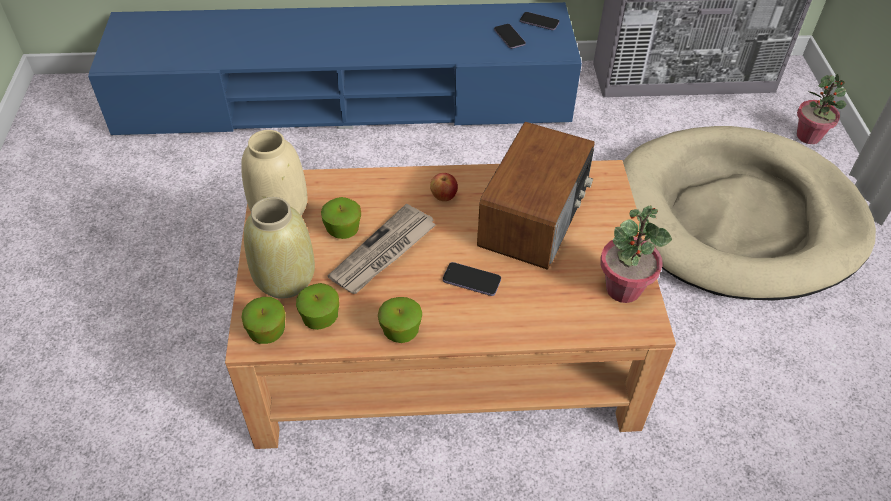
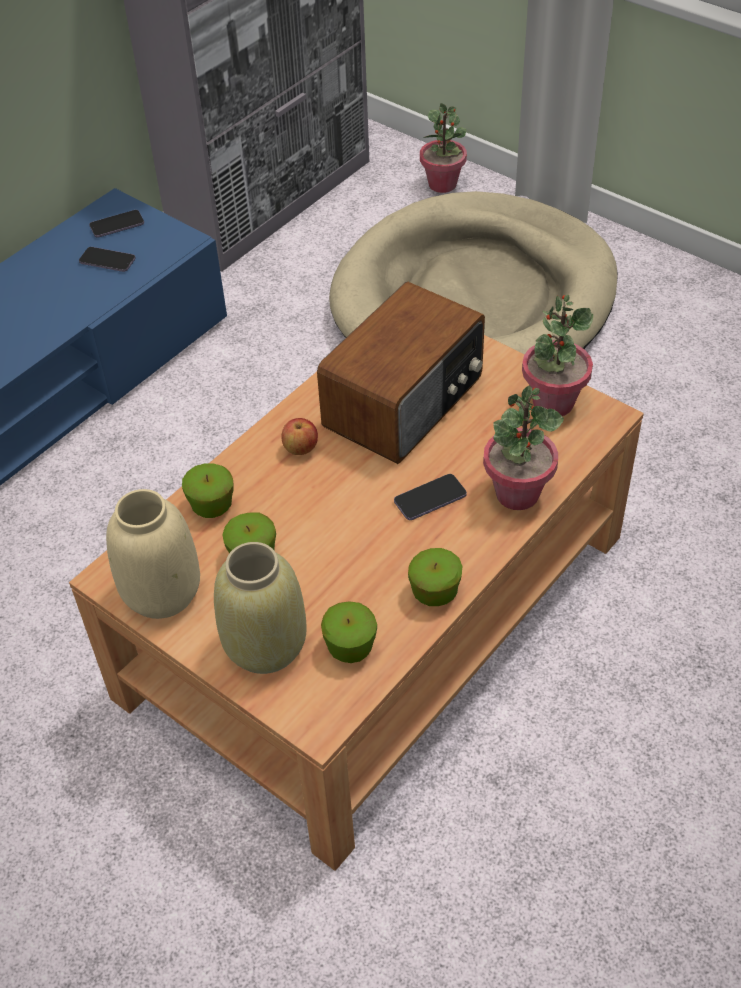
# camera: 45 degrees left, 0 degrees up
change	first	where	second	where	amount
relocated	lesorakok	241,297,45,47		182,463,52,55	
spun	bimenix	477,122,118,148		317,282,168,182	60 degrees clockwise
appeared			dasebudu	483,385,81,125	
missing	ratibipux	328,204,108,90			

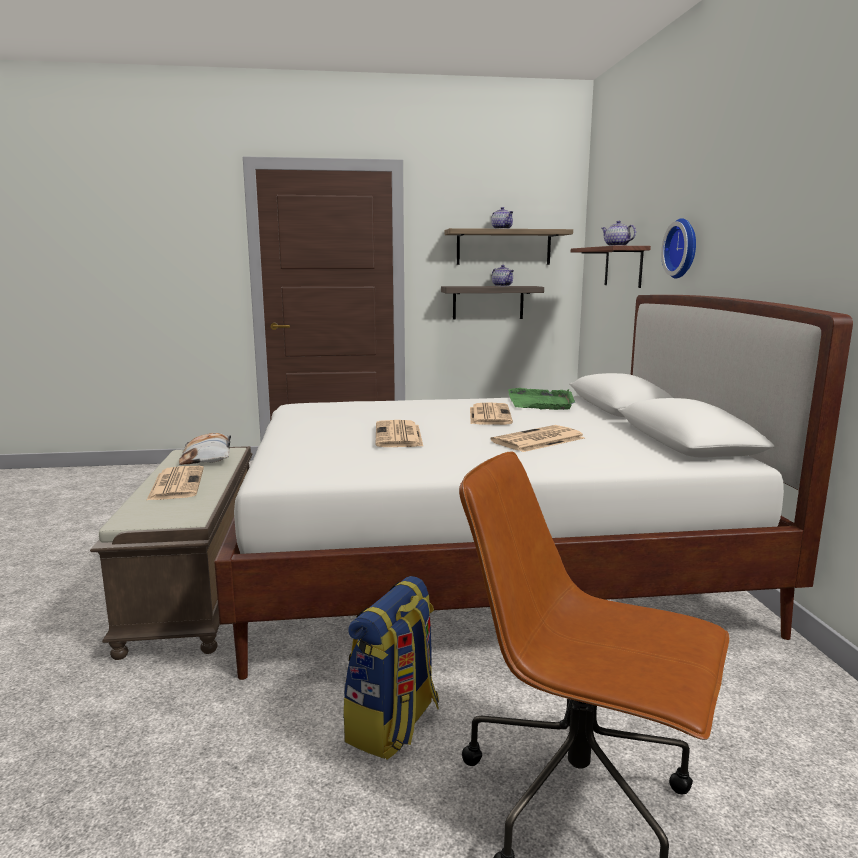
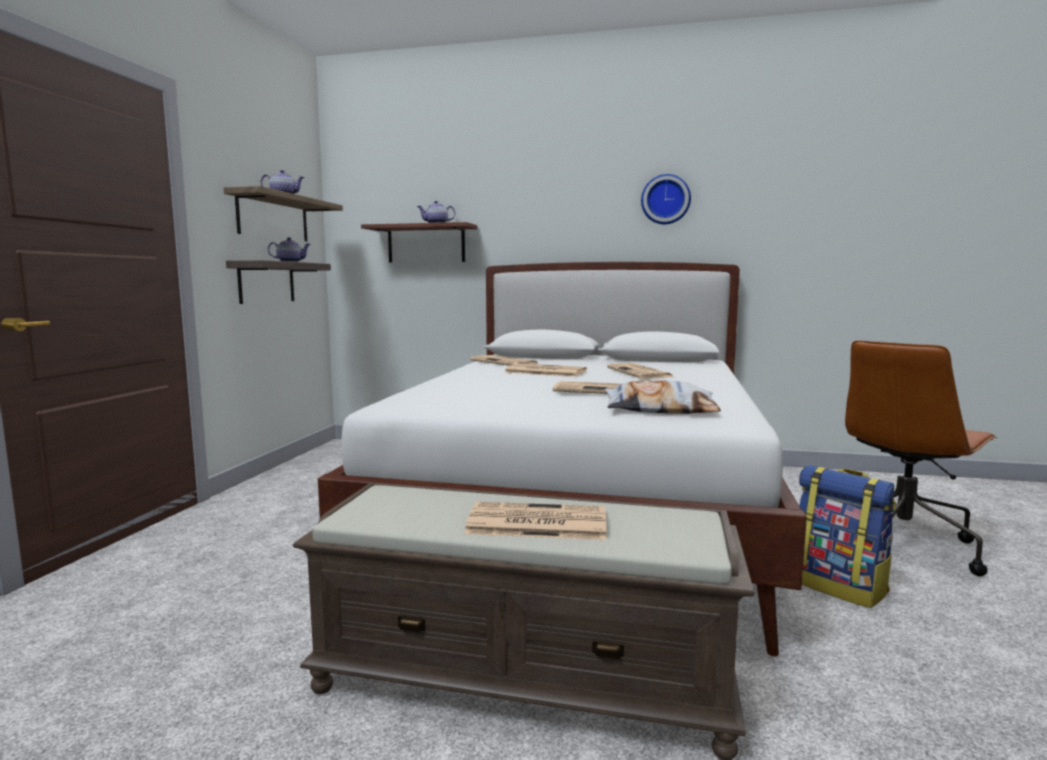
# camera: 70 degrees left, 5 degrees down
change	first	where	second	where	amount
exchanged	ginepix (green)	508,388,67,22	ratibipux	470,355,68,11	
relocated	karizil	179,433,52,32		605,381,116,33	
relocated	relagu	661,218,35,61		641,174,50,50	

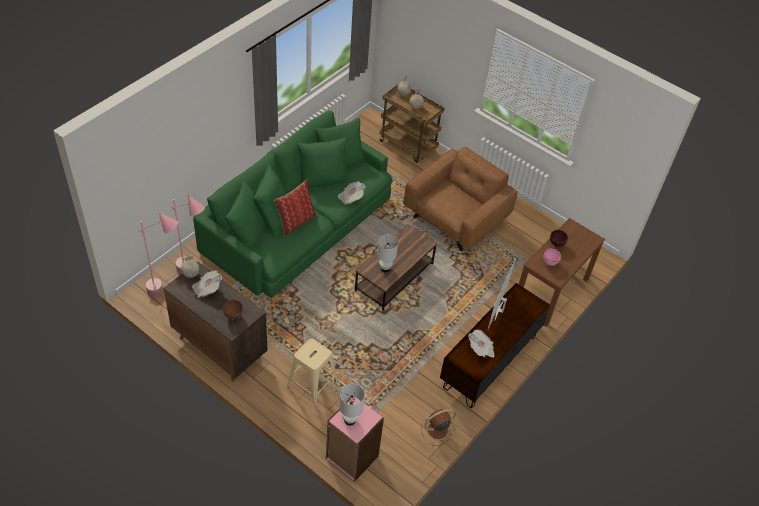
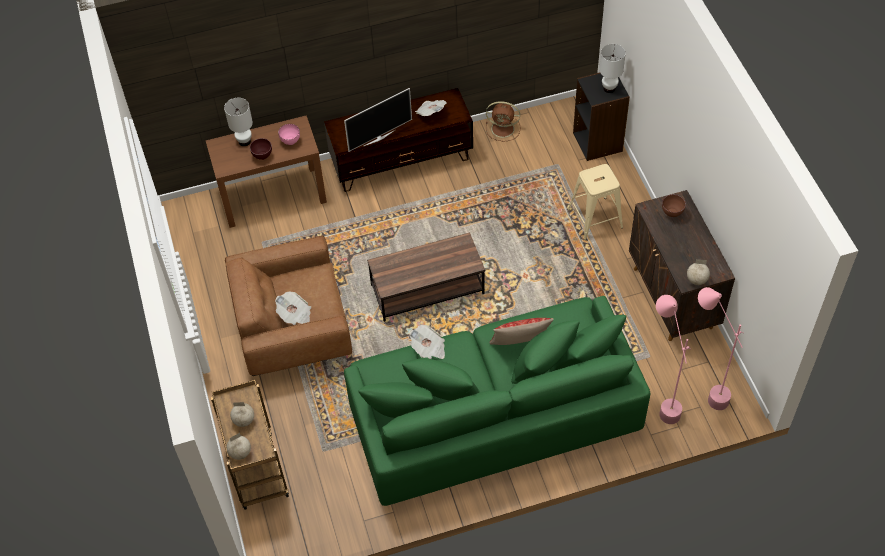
# camera: 140 degrees left, 5 degrees up
change	first	where	second	where	amount
relocated	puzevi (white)	377,234,21,38		224,98,29,48	
relocated	ratibipux	192,270,30,28		275,292,36,33	
colour	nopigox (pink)	326,397,58,85	nopigox (black)	573,72,57,89	

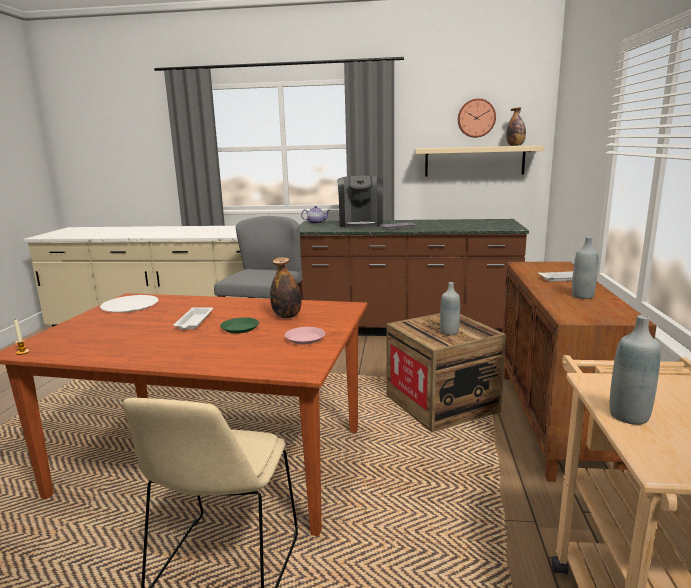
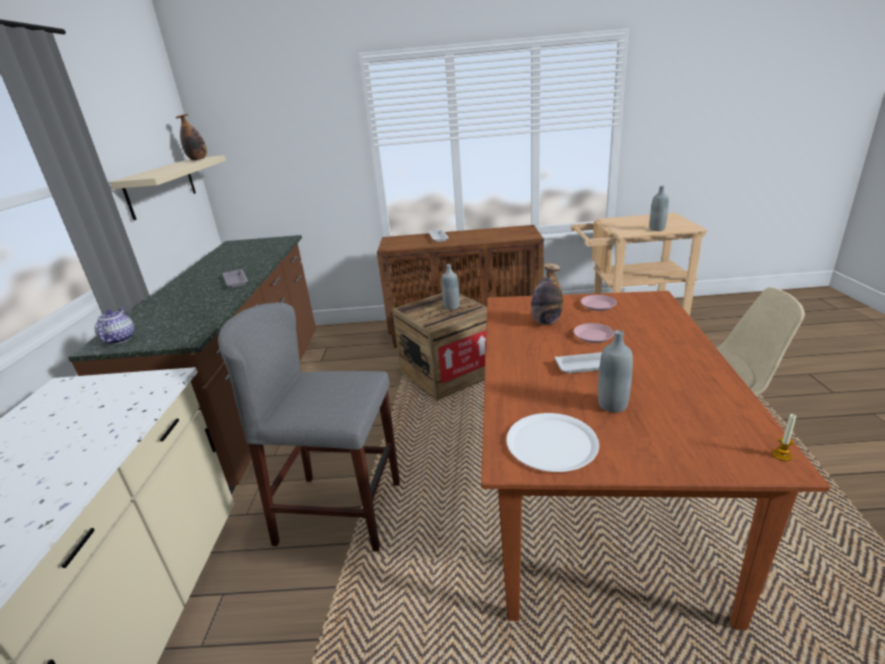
# camera: 95 degrees left, 10 degrees up
change	first	where	second	where	amount
colour	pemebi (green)	220,317,39,17	pemebi (pink)	573,323,41,20	
relocated	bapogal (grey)	572,237,27,62		598,330,35,83	
missing	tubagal	337,175,46,53			
missing	relagu	458,98,38,40			

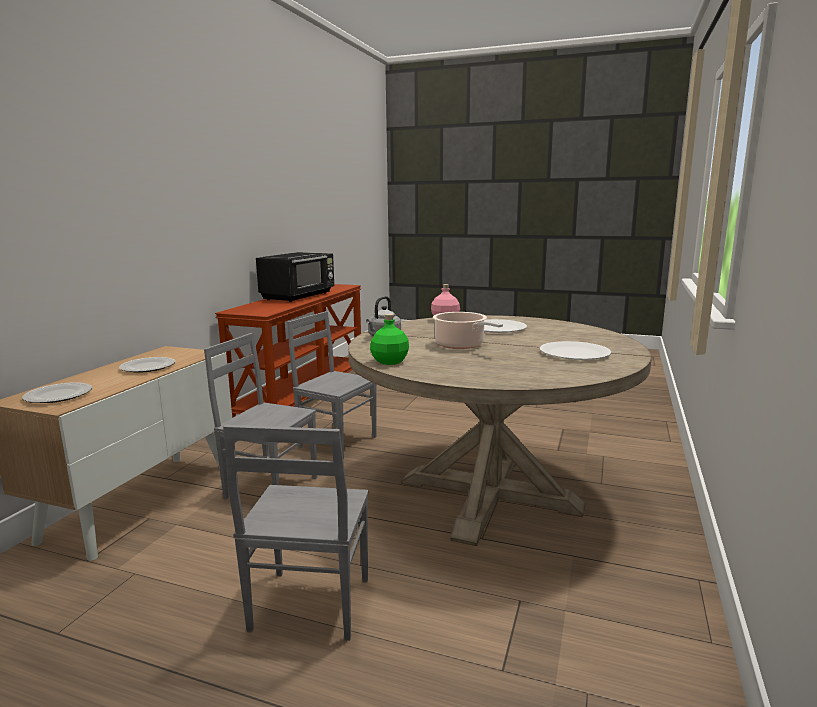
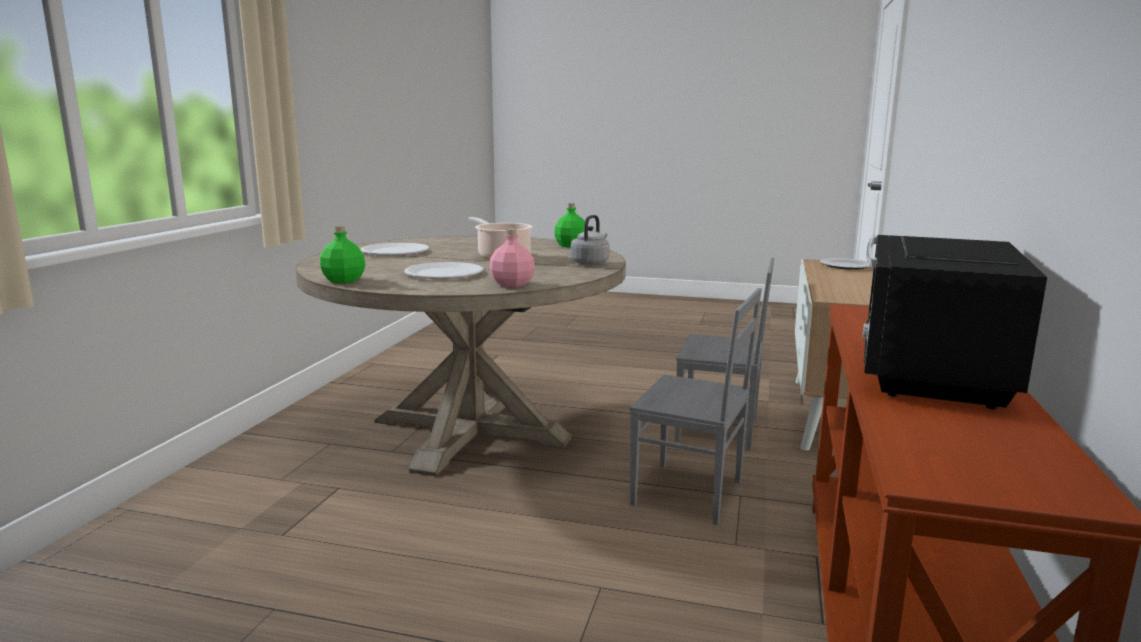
# camera: 175 degrees right, 0 degrees up
change	first	where	second	where	amount
appeared			bapogal (green)	320,225,45,58	
missing	pemebi	119,357,56,16			
missing	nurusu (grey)	223,425,146,216			

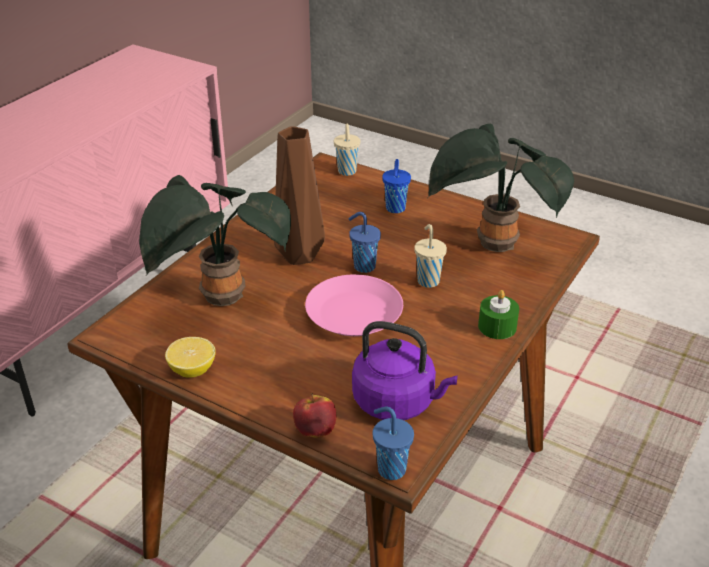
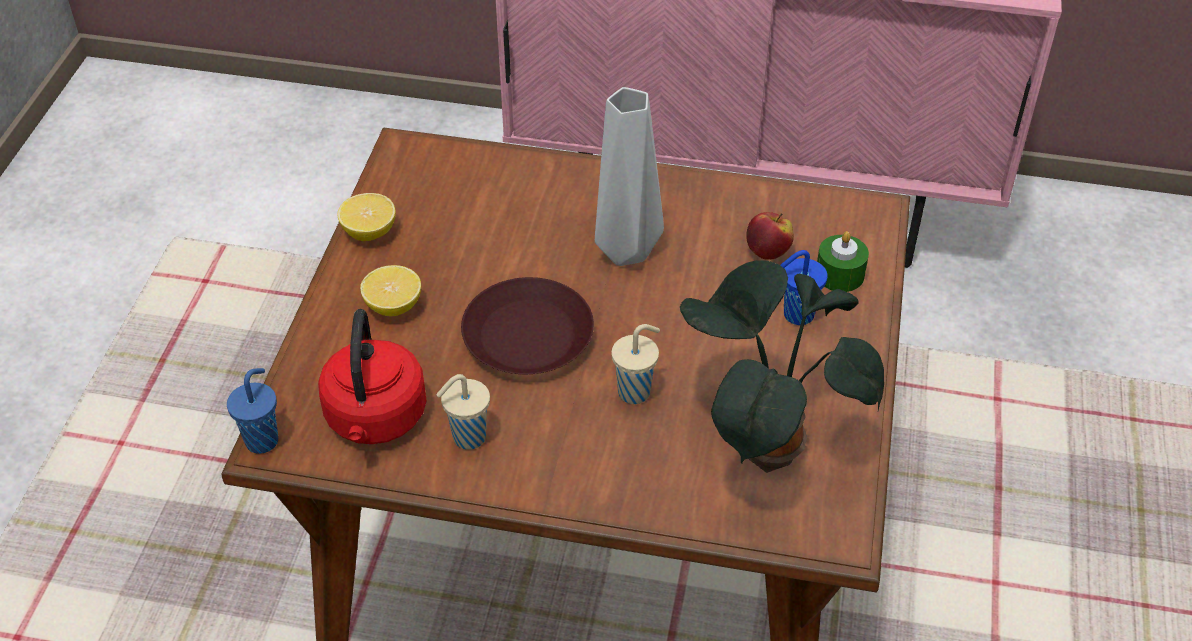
# camera: 70 degrees right, 10 degrees up
change	first	where	second	where	amount
colour	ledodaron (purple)	352,321,106,99	ledodaron (red)	318,309,109,135	
appeared			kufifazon	360,265,61,51	
relocated	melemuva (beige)	334,124,26,52		436,374,54,76	
colour	pemebi (pink)	305,274,98,62	pemebi (brown)	461,277,133,97	
colour	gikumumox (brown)	274,126,51,139	gikumumox (grey)	595,87,69,179	
relocated	lesorakok	293,393,44,45		746,212,48,48	
relocated	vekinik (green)	478,290,41,49		817,231,52,61	
missing	dasebudu	139,175,152,131			
missing	melemuva (blue)	349,212,32,61			

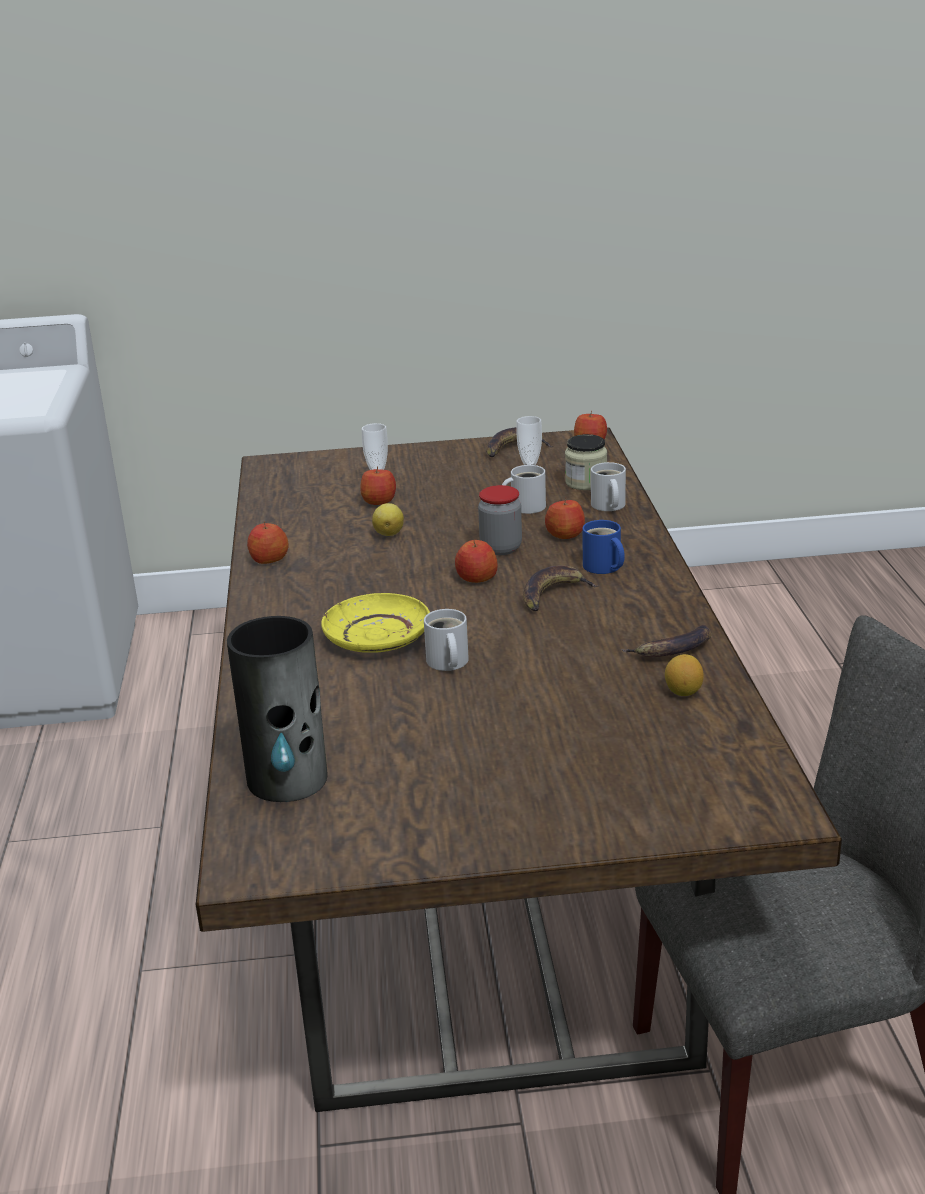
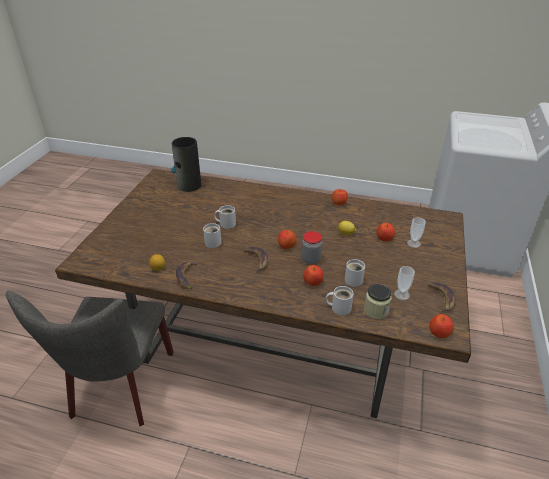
# camera: 110 degrees right, 10 degrees up
change	first	where	second	where	amount
appeared			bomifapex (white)	203,223,18,25	
missing	pemebi (yellow)	321,593,109,60			
missing	bomifapex (blue)	583,520,42,54			

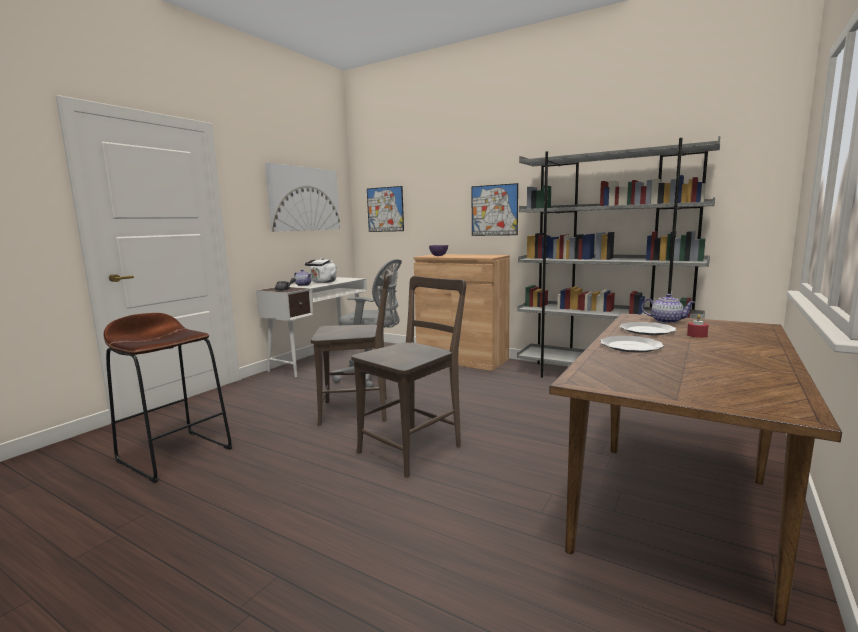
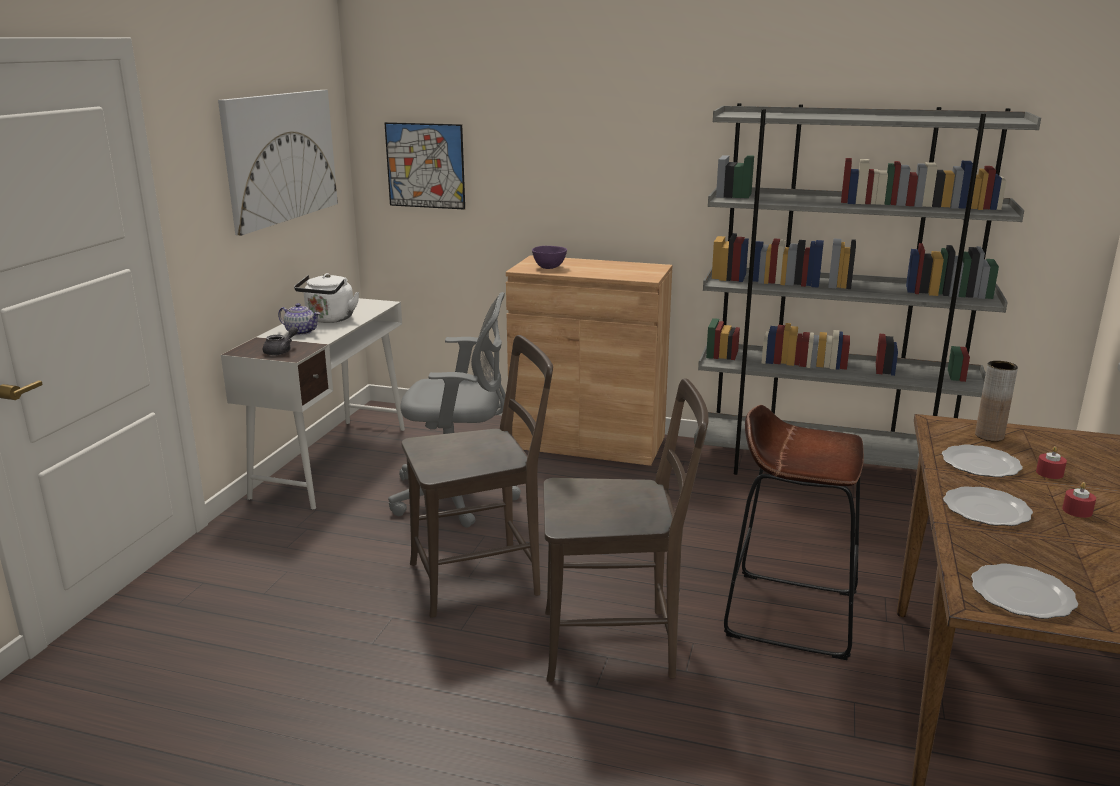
# camera: 15 degrees left, 10 degrees up
change	first	where	second	where	amount
spun	nurusu (brown)	351,276,115,201		543,379,166,303	60 degrees clockwise
relocated	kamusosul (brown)	103,313,129,170		724,405,140,255	
appeared			pemebi	971,563,107,56	
exchanged	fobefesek	642,294,54,30	gikumumox (brown)	975,361,43,80	
appeared			vekinik (red)	1062,482,34,36	
missing	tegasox	471,183,47,53			

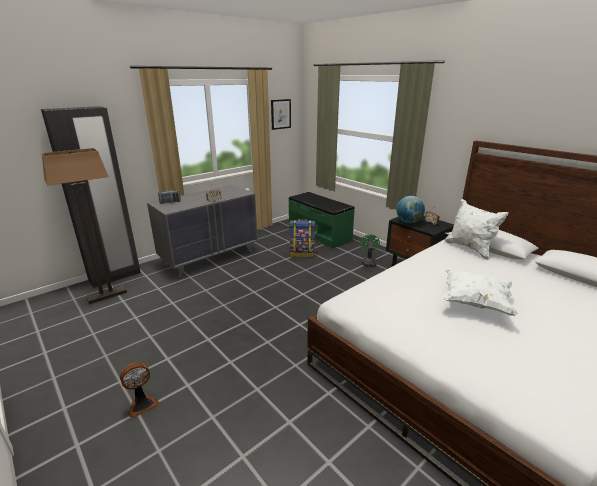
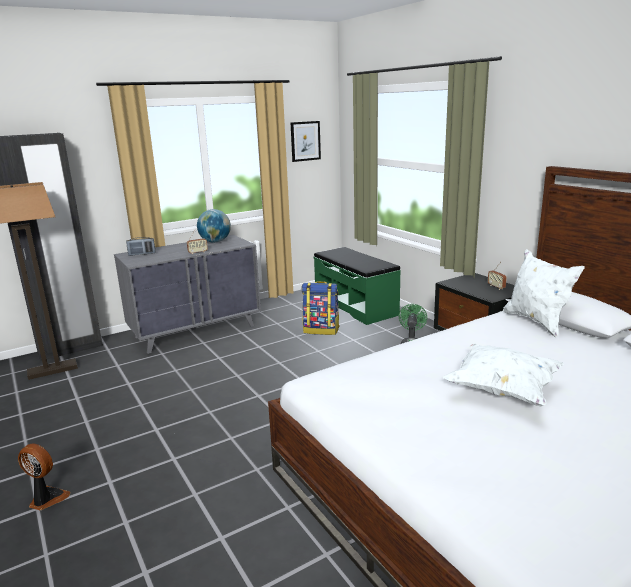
# camera: 10 degrees right, 5 degrees down
change	first	where	second	where	amount
spun	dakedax	120,362,39,56		18,443,53,67	135 degrees counterclockwise
relocated	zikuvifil	396,196,29,27		197,209,34,34	

